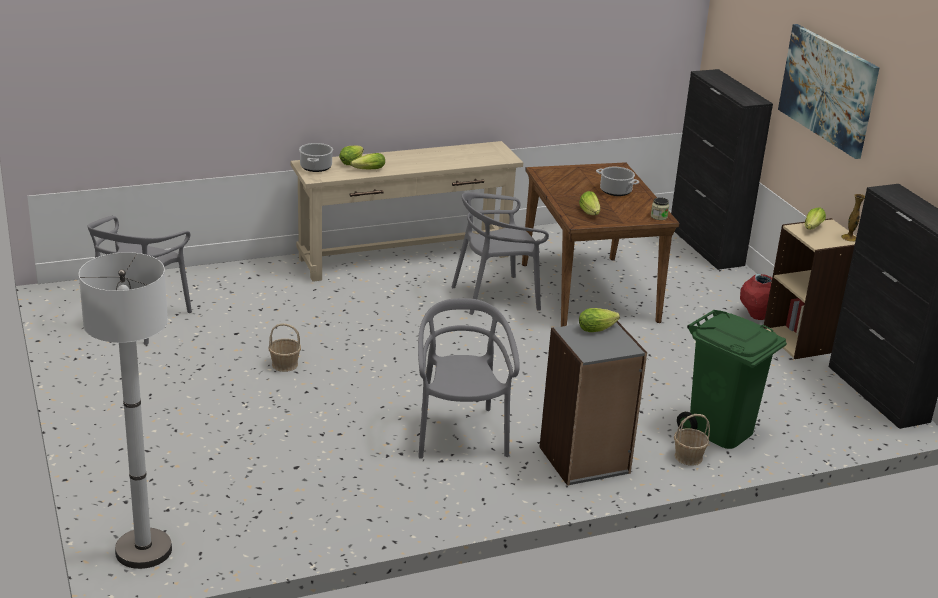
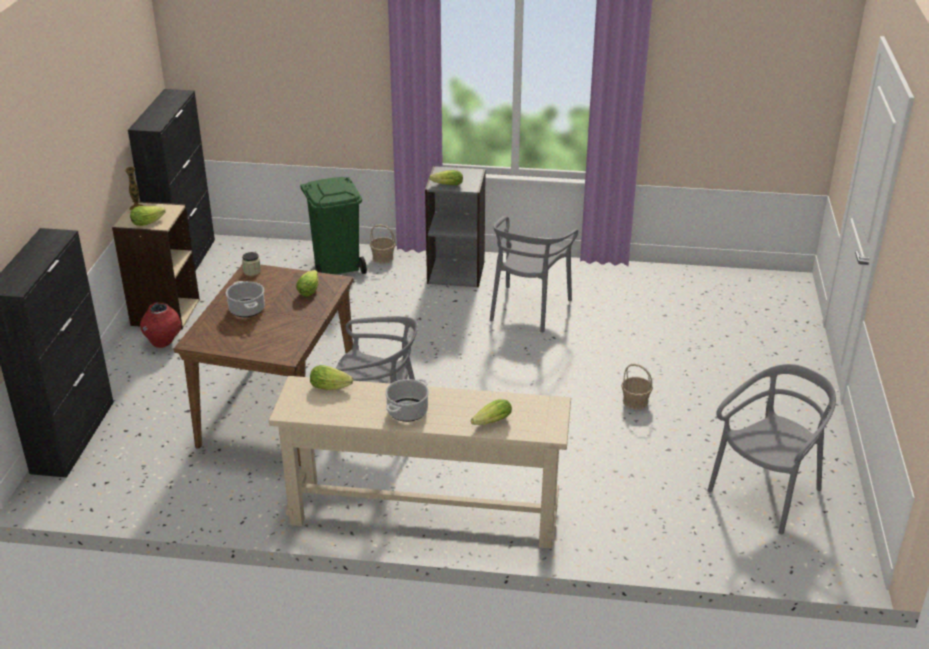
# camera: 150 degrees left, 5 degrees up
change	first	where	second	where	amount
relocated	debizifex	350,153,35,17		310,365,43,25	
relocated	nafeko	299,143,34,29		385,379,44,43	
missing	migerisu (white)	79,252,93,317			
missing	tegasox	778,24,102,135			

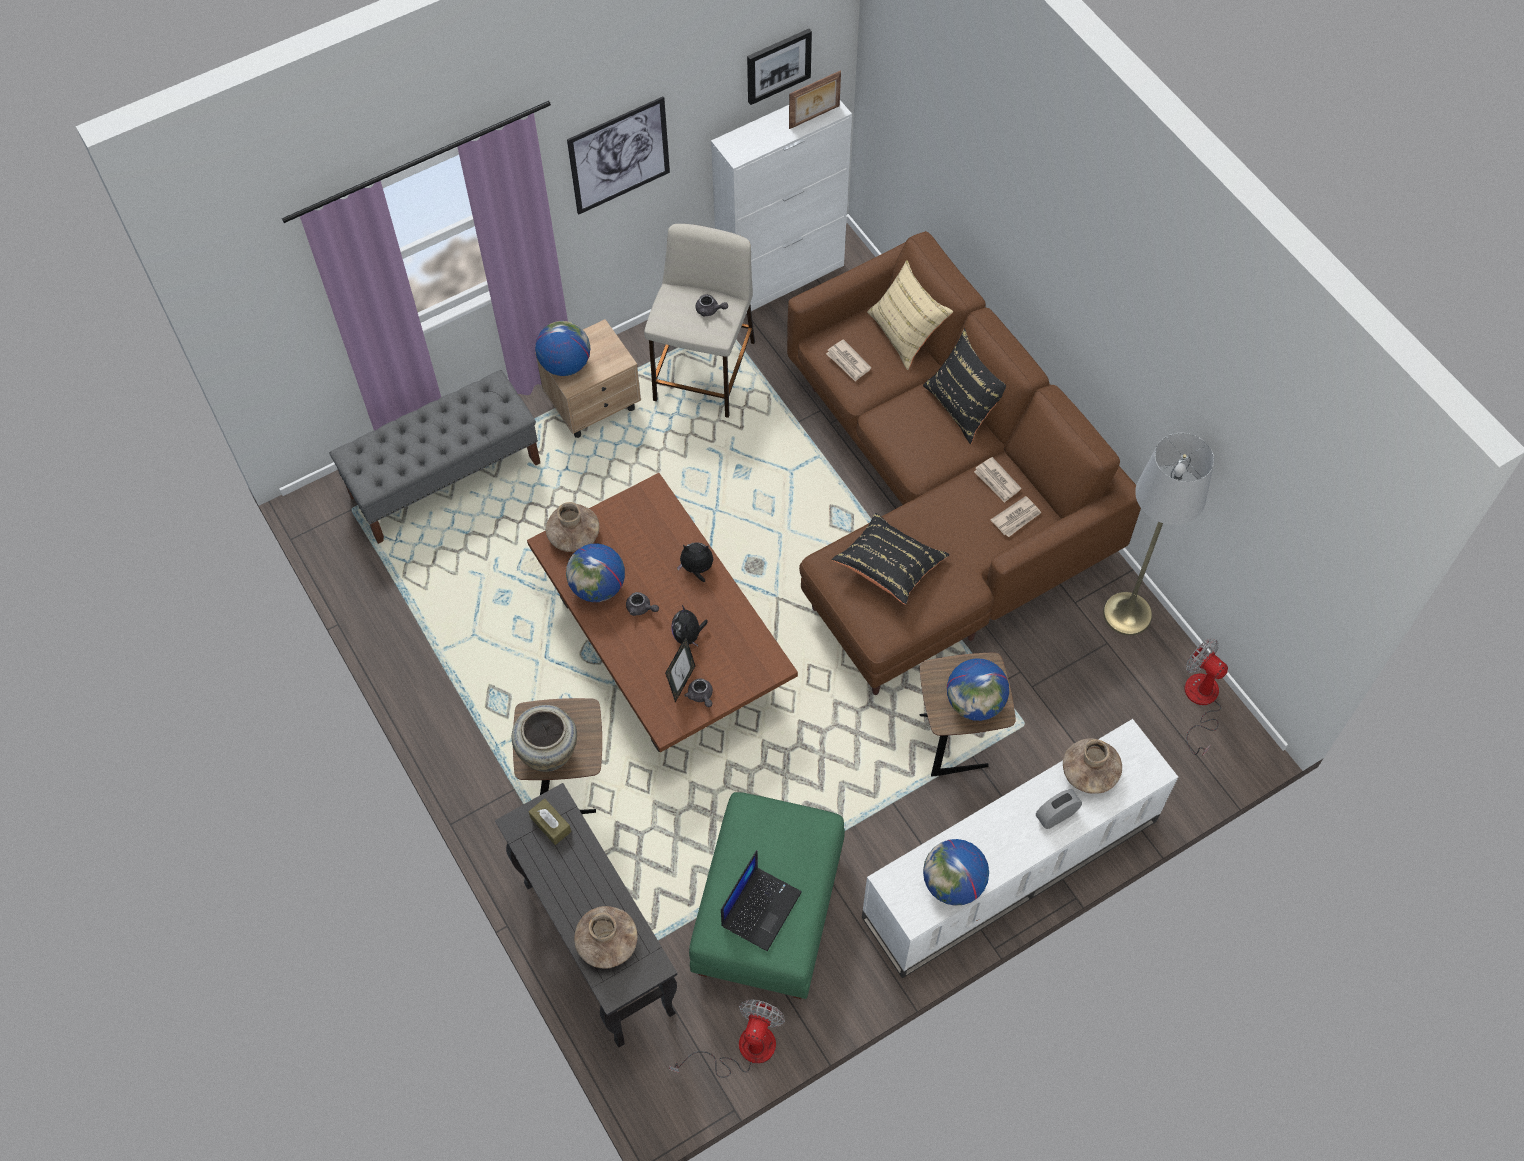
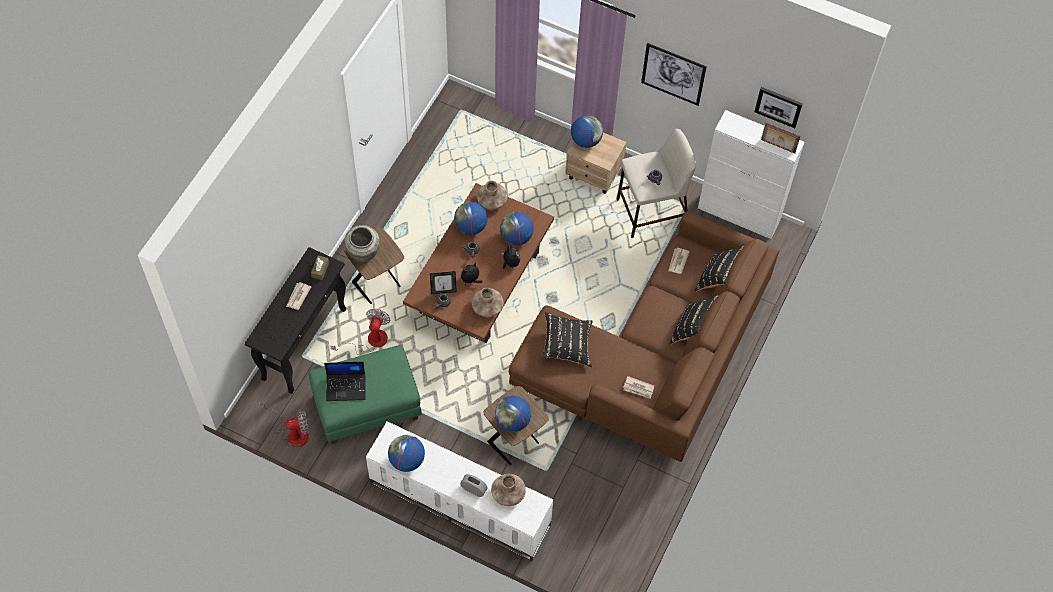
# camera: 55 degrees right, 0 degrees up
change	first	where	second	where	amount
relocated	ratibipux	974,457,47,46		286,282,25,28	
relocated	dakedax	1184,639,44,117		330,309,61,46	
relocated	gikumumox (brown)	574,906,64,63		472,288,32,29	
appeared			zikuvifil	500,212,34,34	
colour	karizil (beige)	867,260,86,110	karizil (black)	695,246,49,46	
missing	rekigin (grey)	330,370,210,174			
missing	migerisu (grey)	1103,433,111,202			

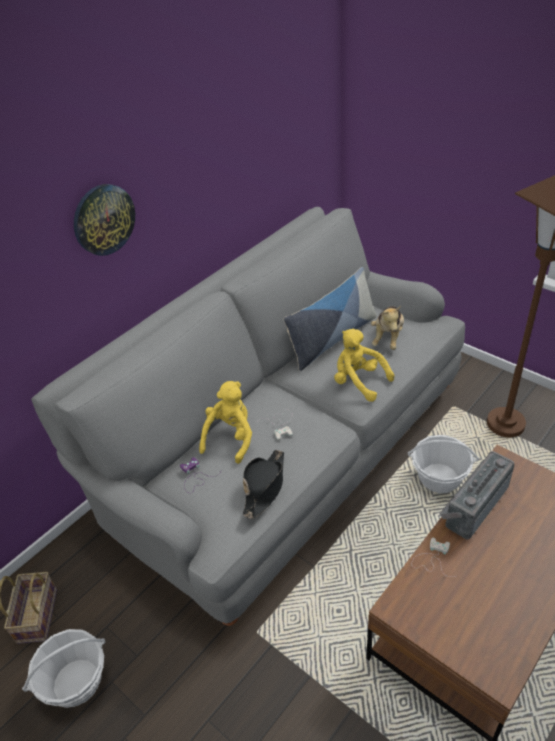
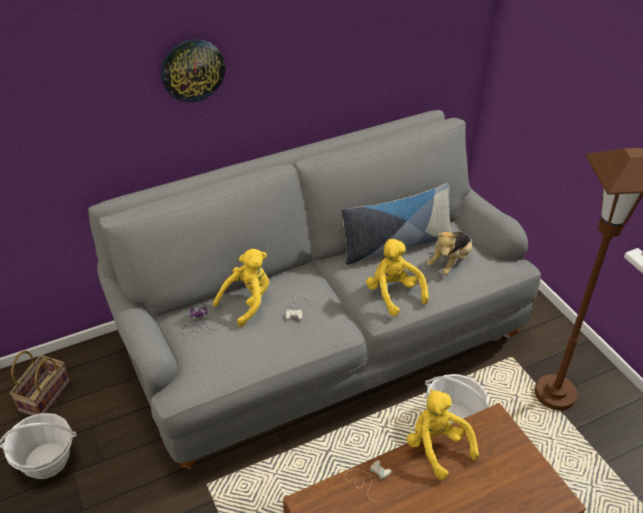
# camera: 20 degrees right, 0 degrees up
change	first	where	second	where	amount
exchanged	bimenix	440,451,74,89	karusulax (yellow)	407,389,72,91	
missing	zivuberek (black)	243,450,41,69			

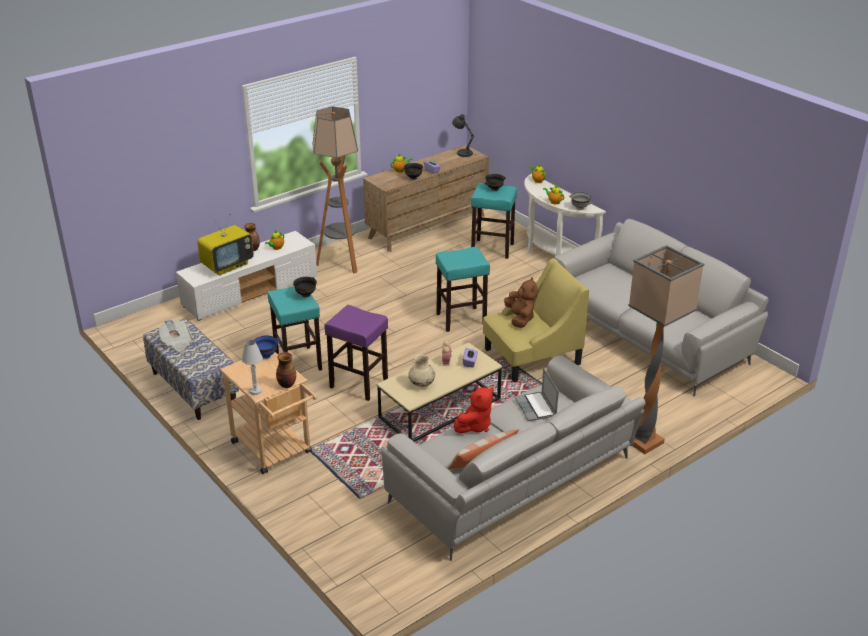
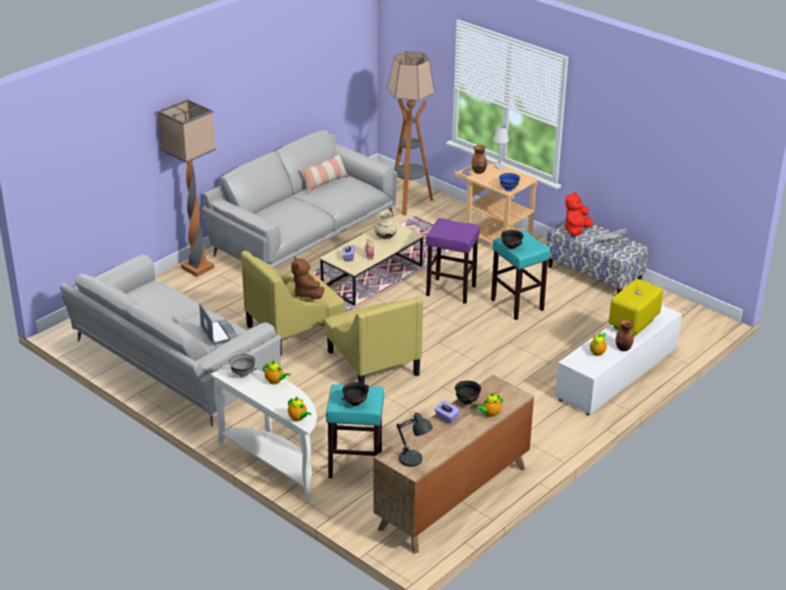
# camera: 170 degrees right, 0 degrees up
change	first	where	second	where	amount
relocated	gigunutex	515,368,44,53		199,302,39,43	
exchanged	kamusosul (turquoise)	436,247,54,85	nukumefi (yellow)	325,297,98,87	
relocated	migerisu	313,106,45,167		387,51,48,164	
relocated	karusulax (red)	454,387,40,46		565,192,27,45	

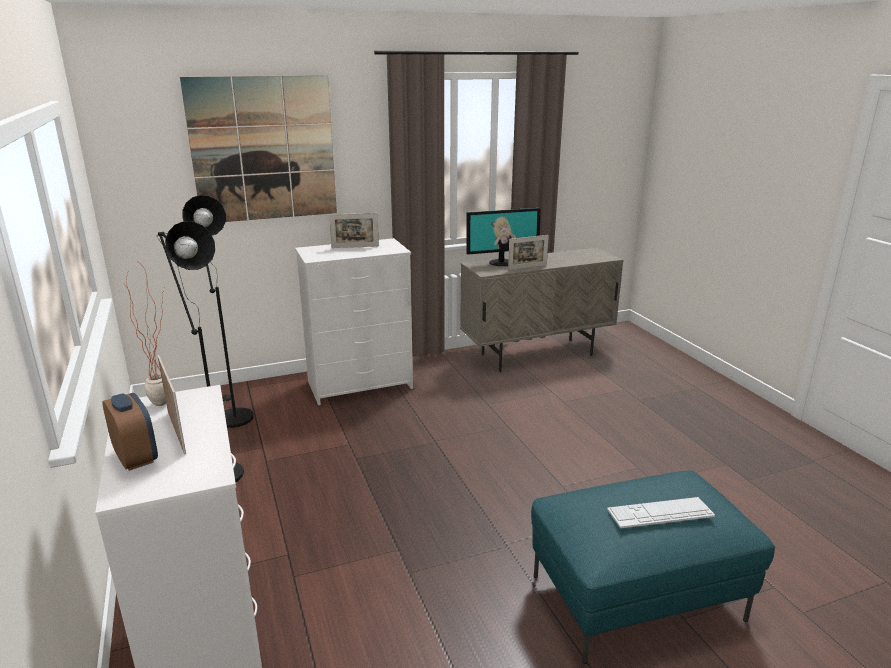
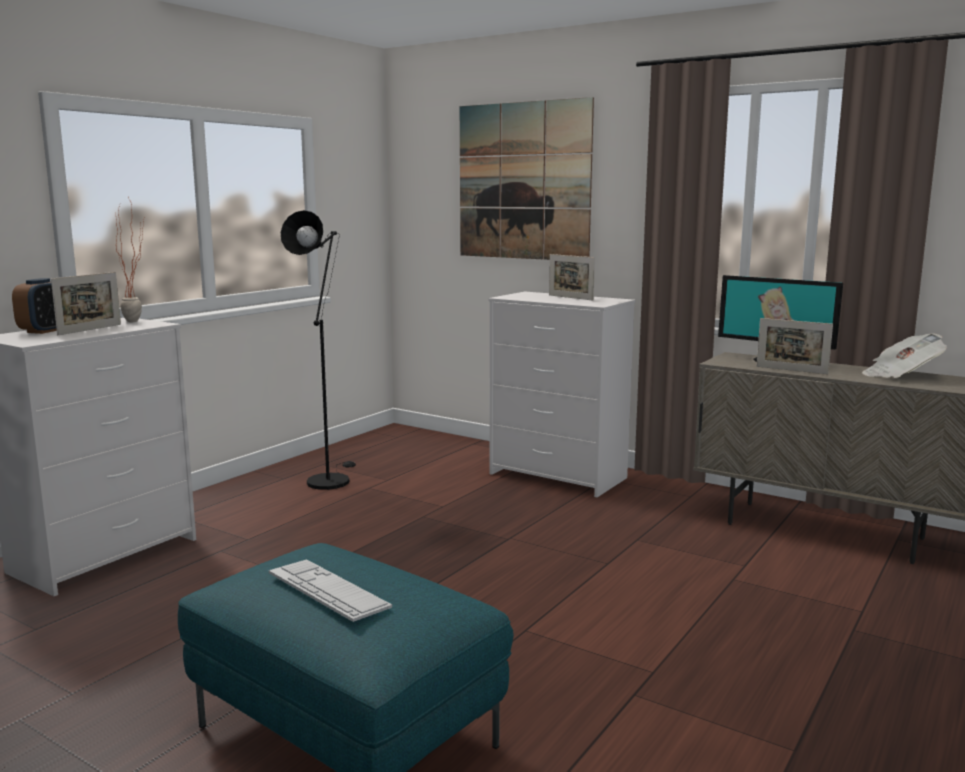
# camera: 55 degrees right, 10 degrees down
change	first	where	second	where	amount
appeared			ratibipux	862,334,85,44	
missing	migerisu (black)	182,195,72,233			

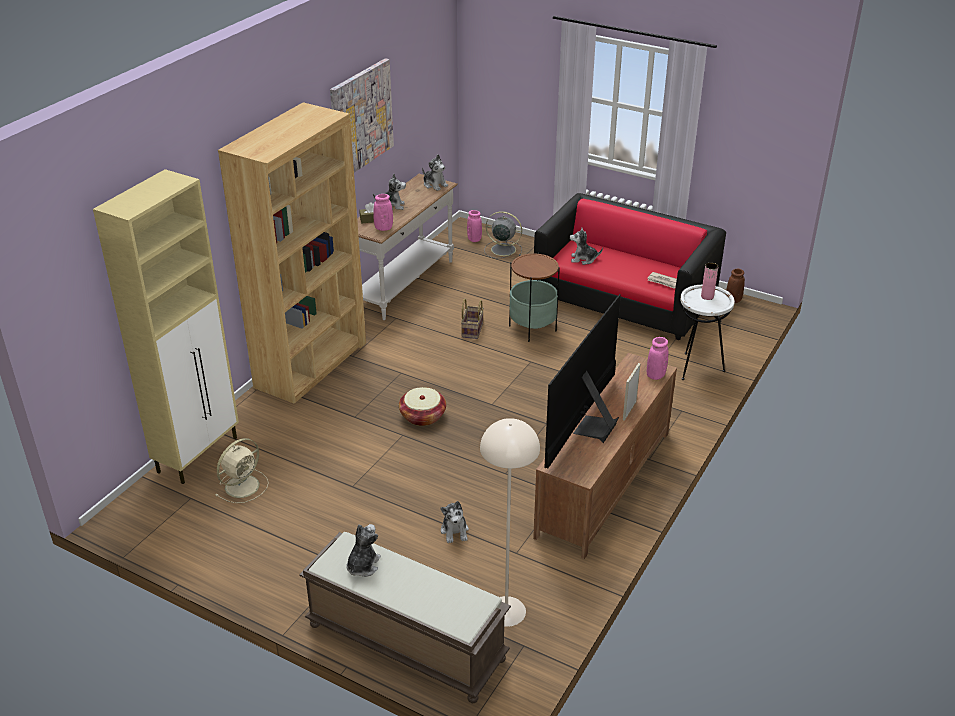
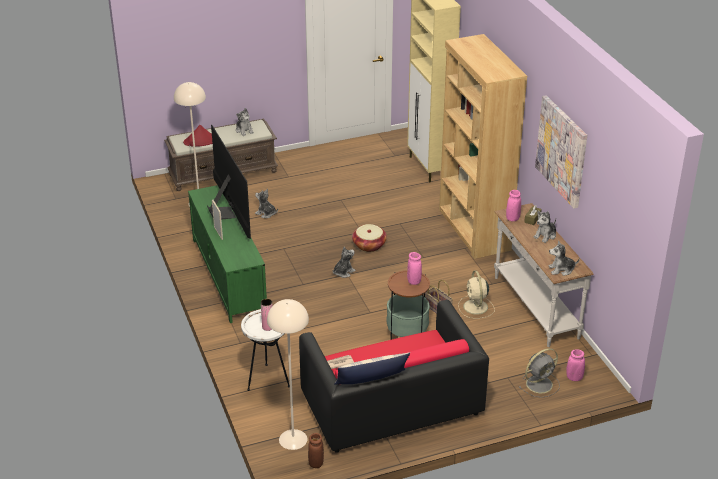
# camera: 130 degrees right, 0 degrees up
change	first	where	second	where	amount
appeared			zivuberek (red)	183,125,30,22	
colour	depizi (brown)	533,353,144,206	depizi (green)	188,185,79,138	
appeared			migerisu (beige)	267,299,42,151	
relocated	karusulax	570,228,33,37		332,247,24,31	
appeared			karizil	334,352,76,33	
relocated	gikumumox (pink)	647,337,21,43		407,252,15,33	
relocated	dakedax (beige)	215,438,54,65		458,270,37,49	

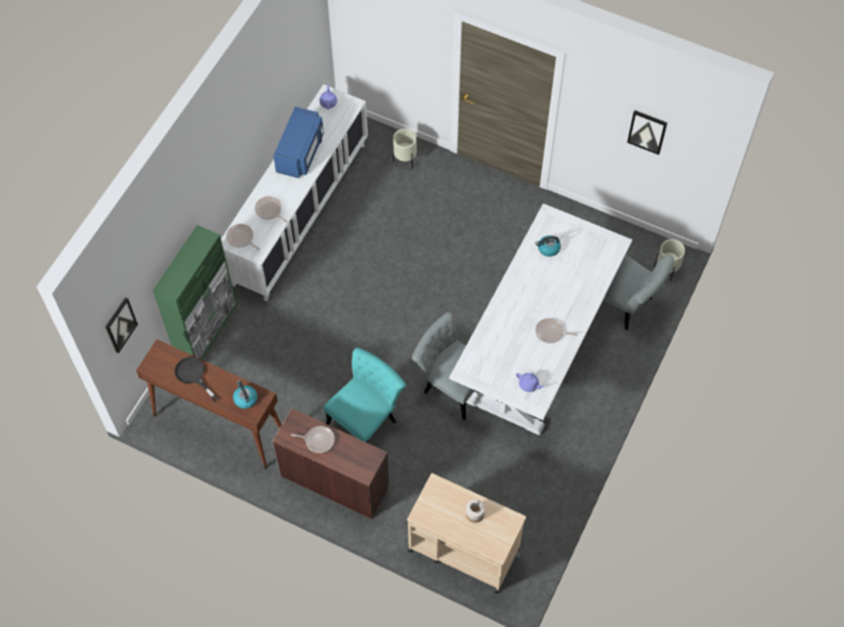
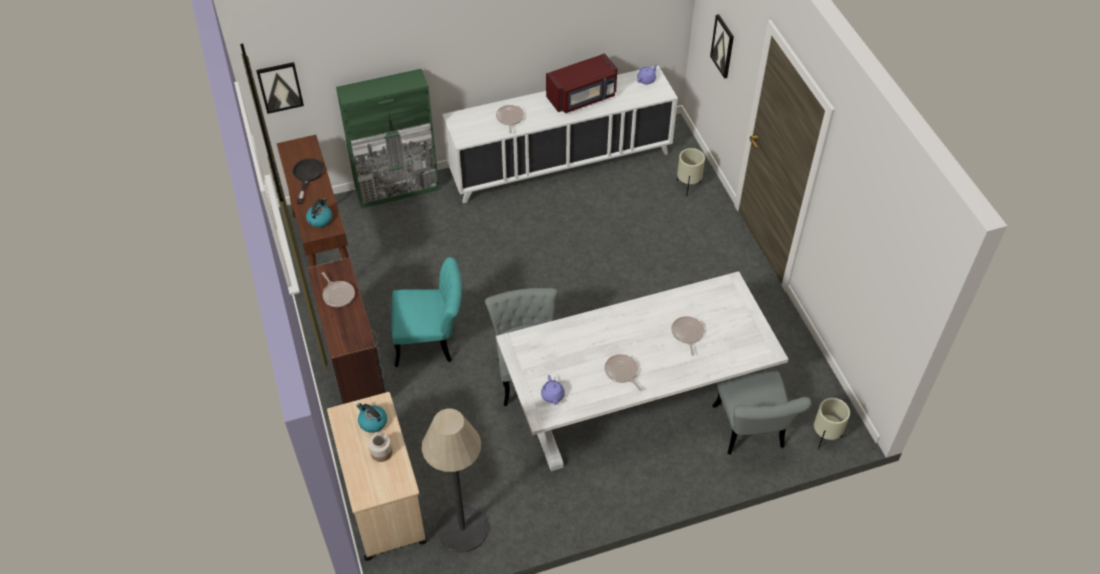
# camera: 45 degrees right, 10 degrees down
change	first	where	second	where	amount
relocated	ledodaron	535,236,26,21		357,403,30,30	
appeared			migerisu	422,409,66,144	
colour	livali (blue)	273,107,51,71	livali (red)	546,53,71,60	
relocated	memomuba	226,224,34,26		671,316,33,40	
relocated	tegasox	627,110,40,45		710,14,24,65	

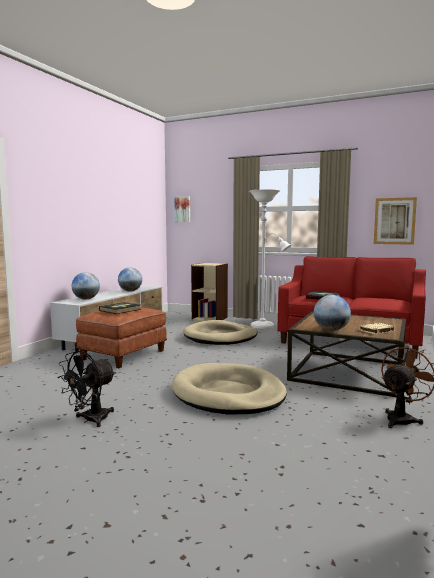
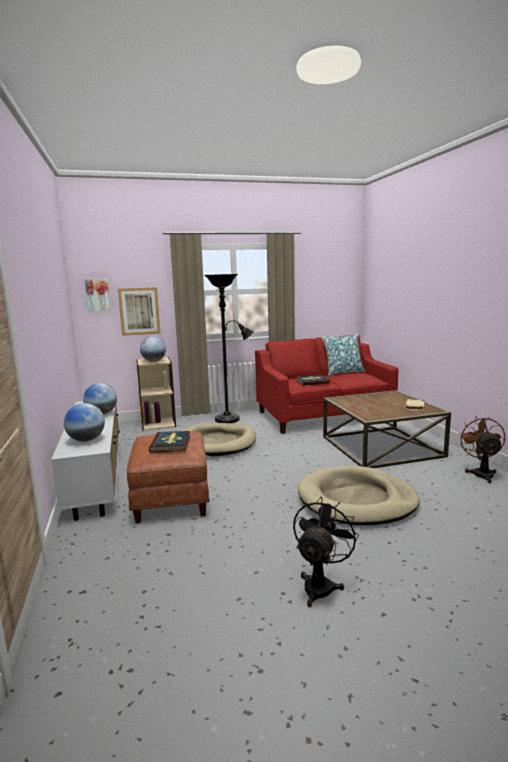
# camera: 40 degrees left, 5 degrees up
change	first	where	second	where	amount
relocated	tegasox	374,197,43,48		118,287,43,49	
relocated	zikuvifil	314,295,37,36		140,336,26,26	
colour	migerisu (white)	249,189,43,140	migerisu (black)	204,274,50,149	
spun	dakedax (black)	57,351,59,76		293,497,66,110	150 degrees counterclockwise
appeared			karizil	322,334,43,42	

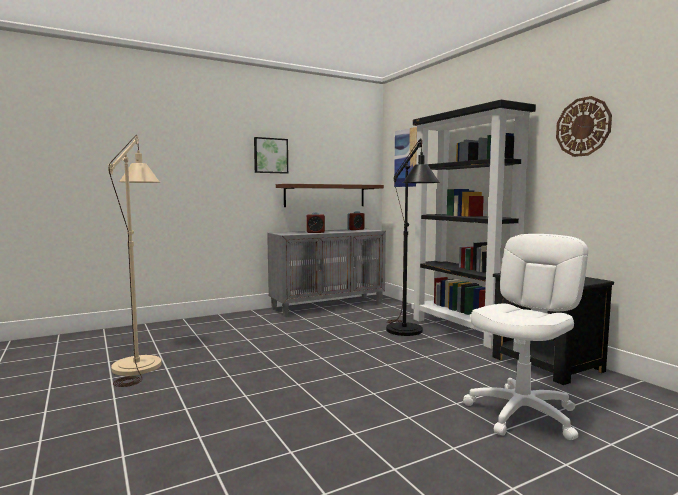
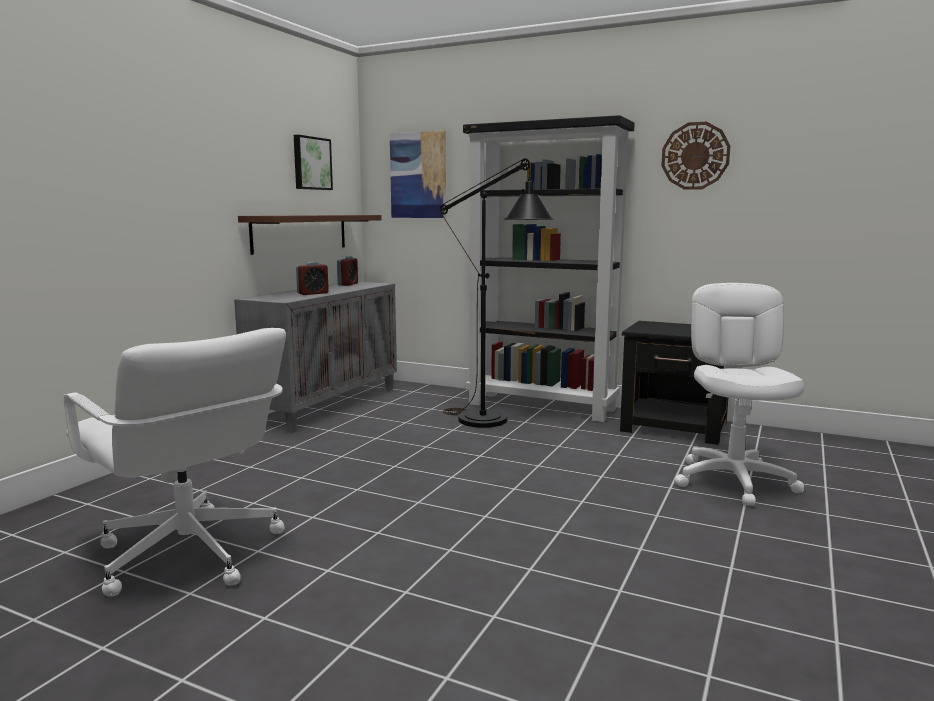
# camera: 35 degrees left, 5 degrees up
change	first	where	second	where	amount
exchanged	migerisu (beige)	108,135,54,252	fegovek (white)	64,328,222,268	
relocated	tegasox	254,137,34,37		294,135,39,55	

